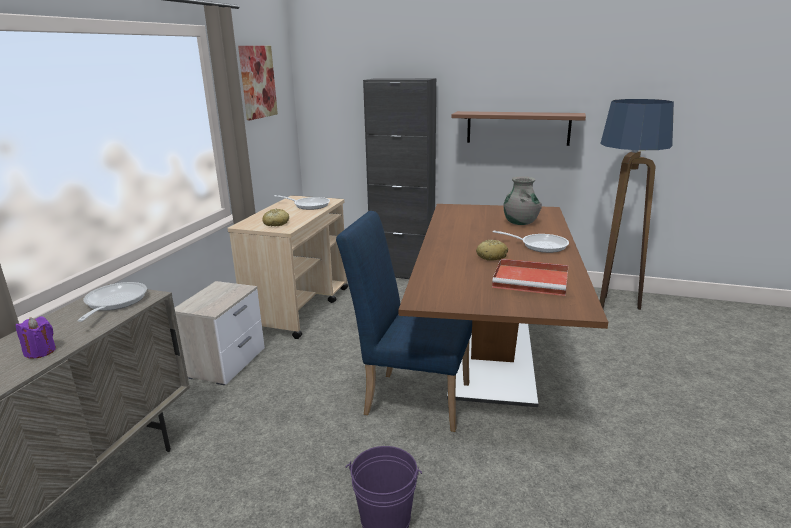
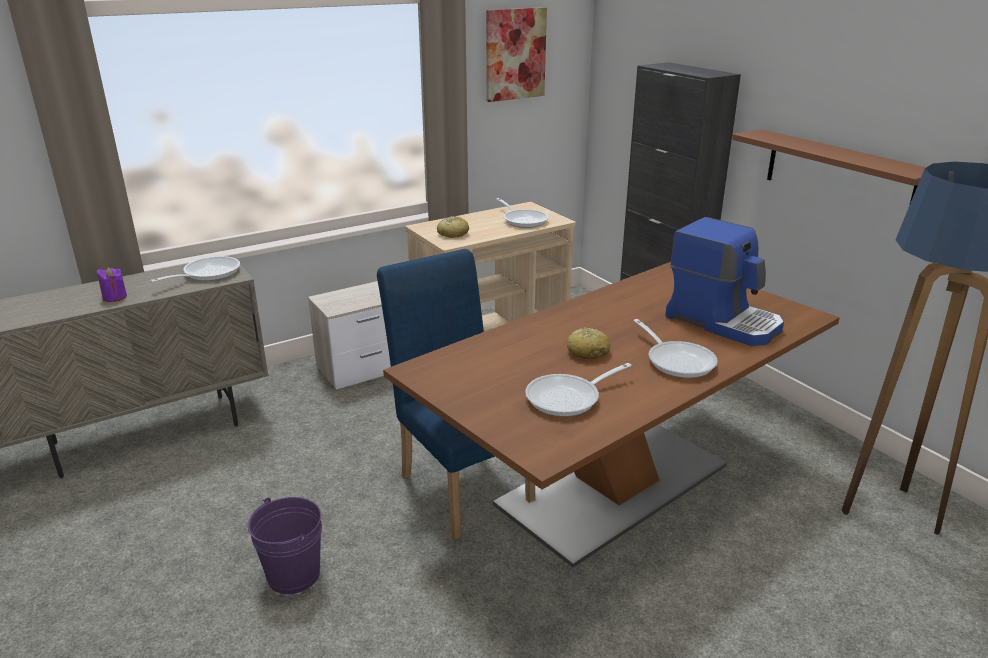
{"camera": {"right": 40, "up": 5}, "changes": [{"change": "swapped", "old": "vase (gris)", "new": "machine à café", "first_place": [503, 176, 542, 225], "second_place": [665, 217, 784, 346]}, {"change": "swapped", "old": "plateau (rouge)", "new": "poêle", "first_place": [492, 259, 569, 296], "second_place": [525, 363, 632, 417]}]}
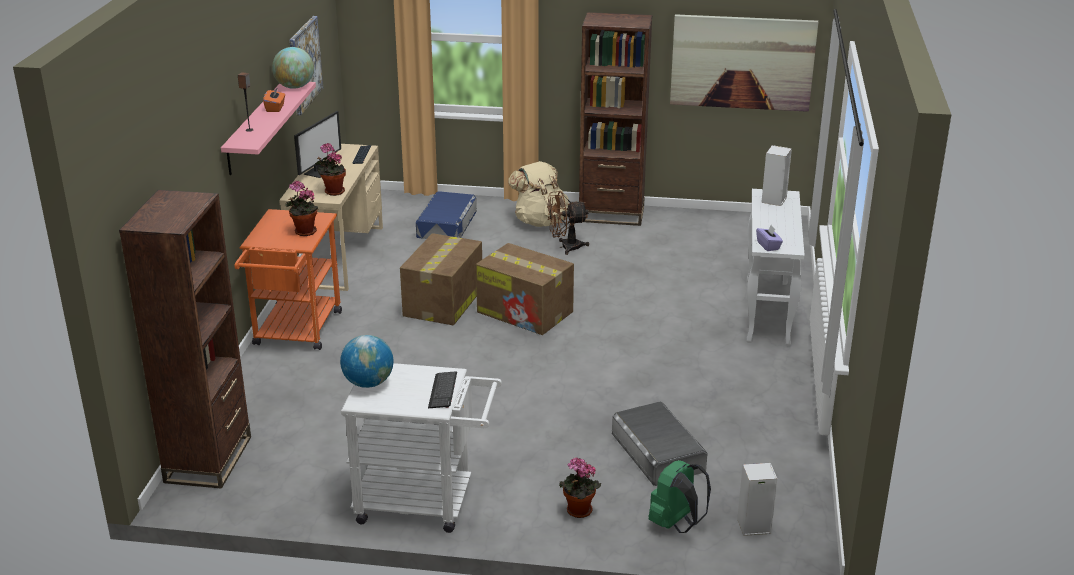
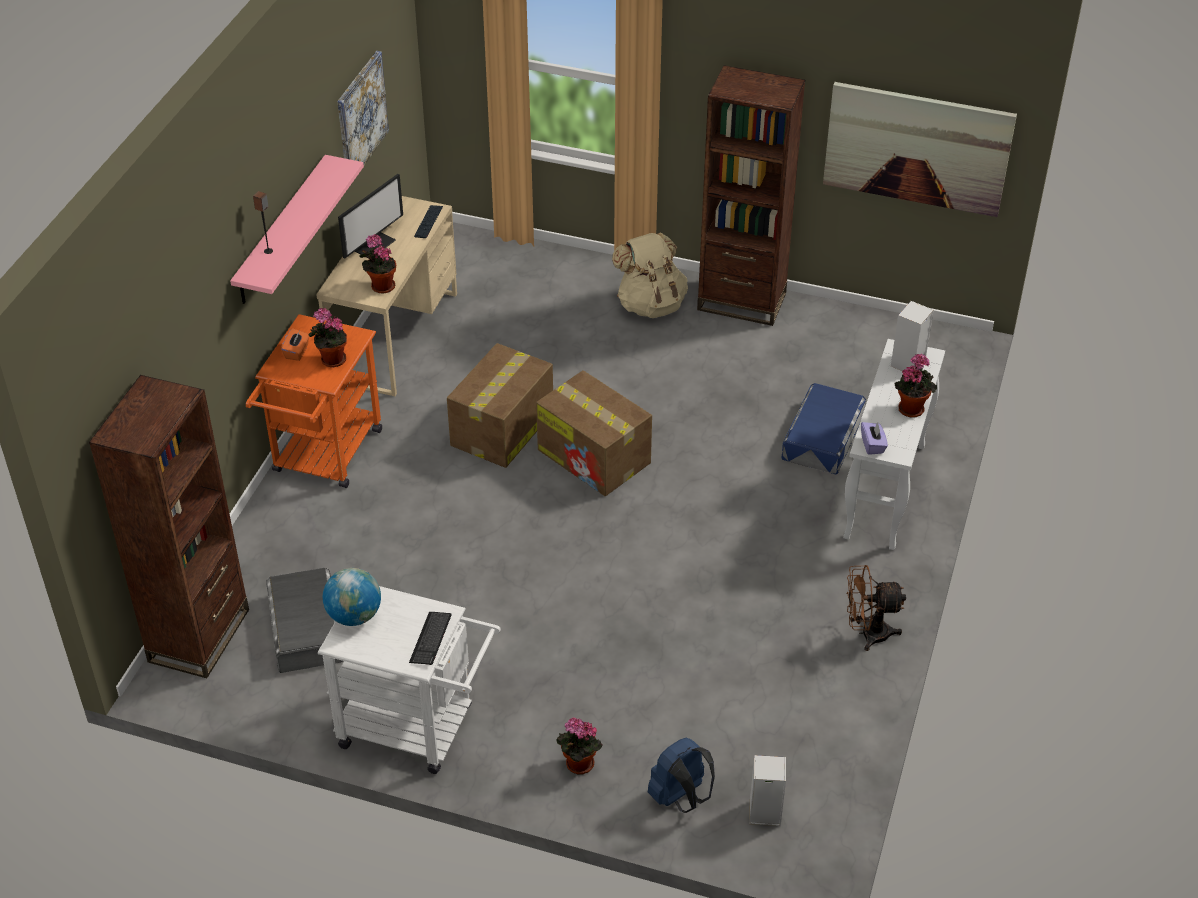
{"camera": {"right": 10, "up": 15}, "changes": [{"change": "gone", "old": "globe", "first_place": [272, 47, 314, 89]}, {"change": "shifted", "old": "boîte à mouchoirs (orange)", "first_place": [263, 87, 285, 112], "second_place": [281, 328, 309, 361]}, {"change": "shifted", "old": "boîte de rangement (bleu)", "first_place": [416, 191, 476, 239], "second_place": [781, 383, 866, 475]}, {"change": "shifted", "old": "ventilateur (marron)", "first_place": [547, 191, 589, 255], "second_place": [846, 565, 906, 651]}, {"change": "shifted", "old": "boîte de rangement (gris)", "first_place": [612, 402, 708, 486], "second_place": [266, 568, 343, 673]}, {"change": "repainted", "old": "sac à dos (vert)", "new": "sac à dos (bleu)", "first_place": [648, 460, 711, 533], "second_place": [648, 738, 715, 813]}, {"change": "new", "new": "plante en pot", "second_place": [894, 353, 937, 418]}]}
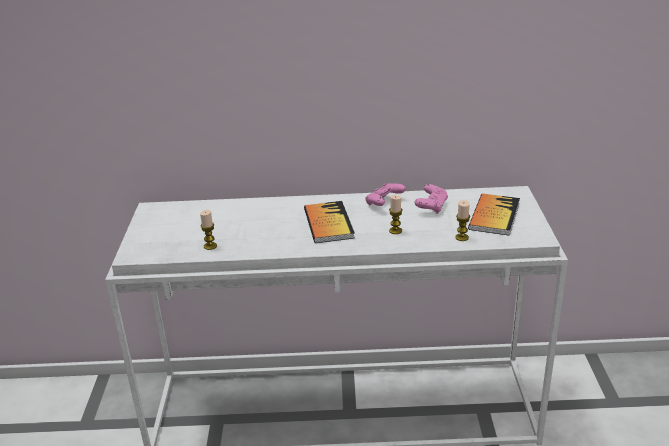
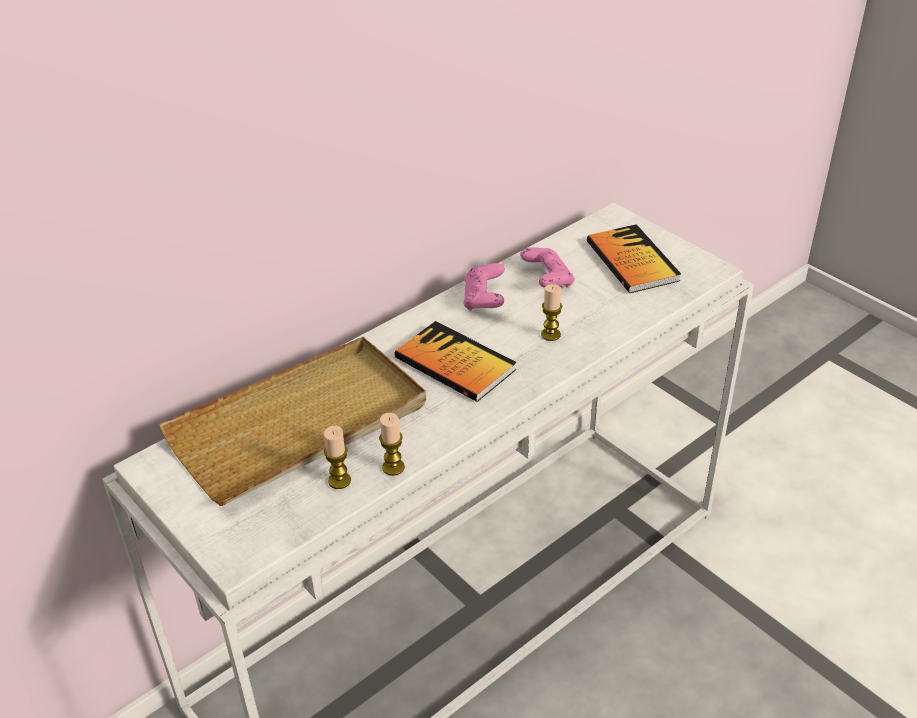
{"camera": {"right": -40, "up": 10}, "changes": [{"change": "shifted", "old": "bougie", "first_place": [455, 200, 470, 241], "second_place": [379, 413, 405, 476]}, {"change": "new", "new": "plateau (beige)", "second_place": [159, 337, 426, 506]}]}
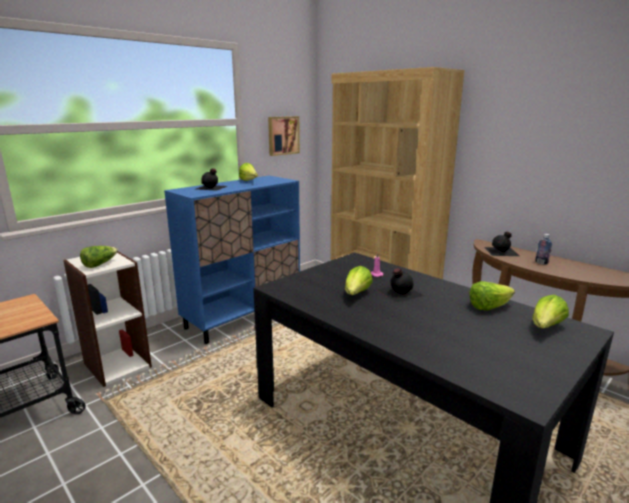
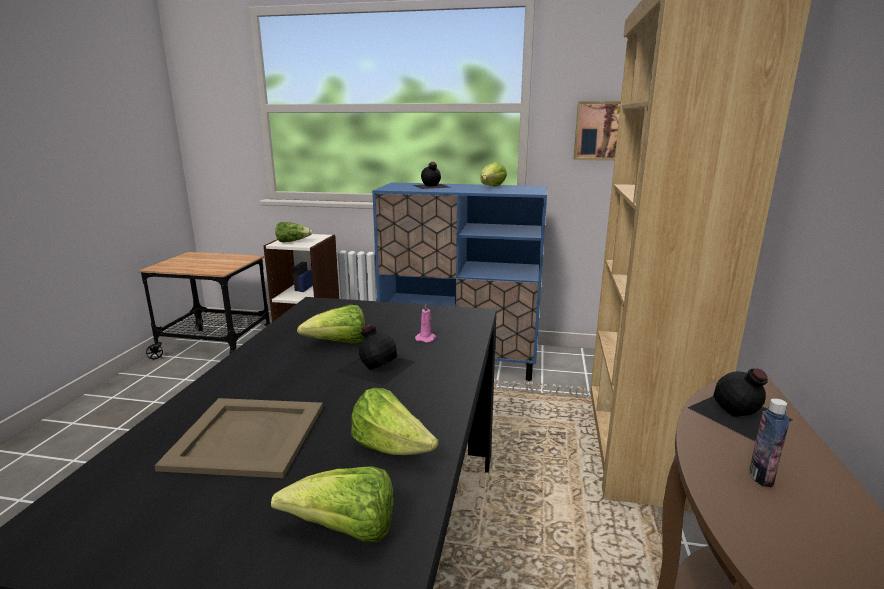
{"camera": {"right": 55, "up": 0}, "changes": [{"change": "new", "new": "plateau (beige)", "second_place": [154, 398, 323, 478]}]}
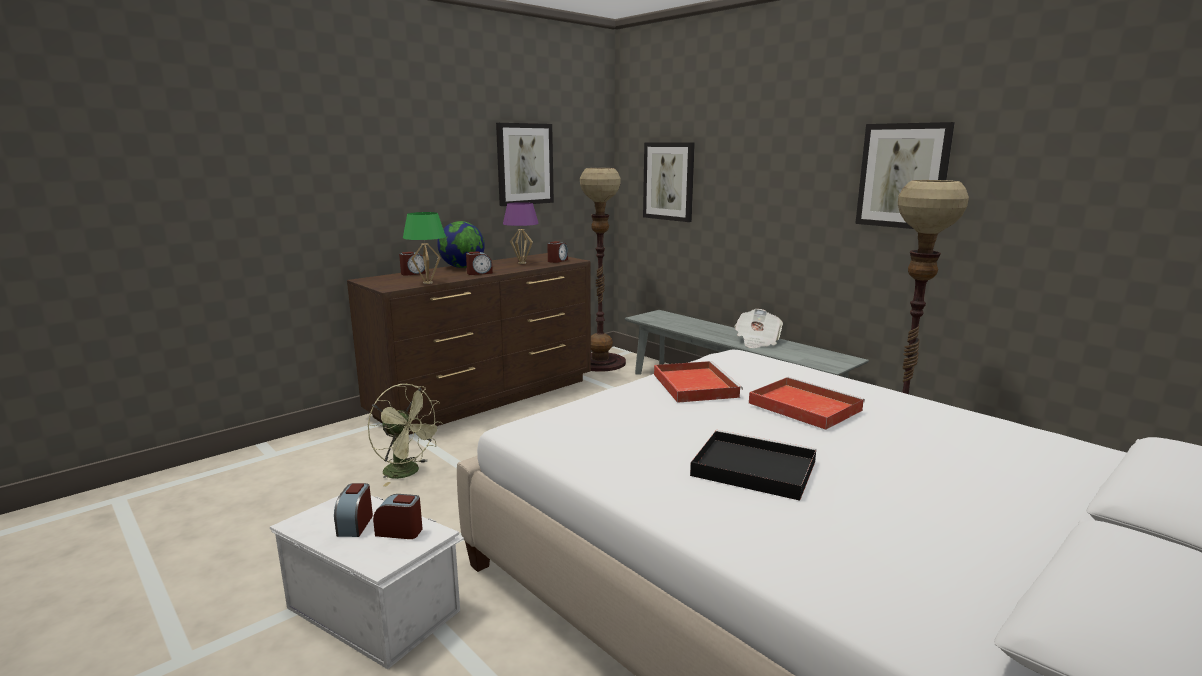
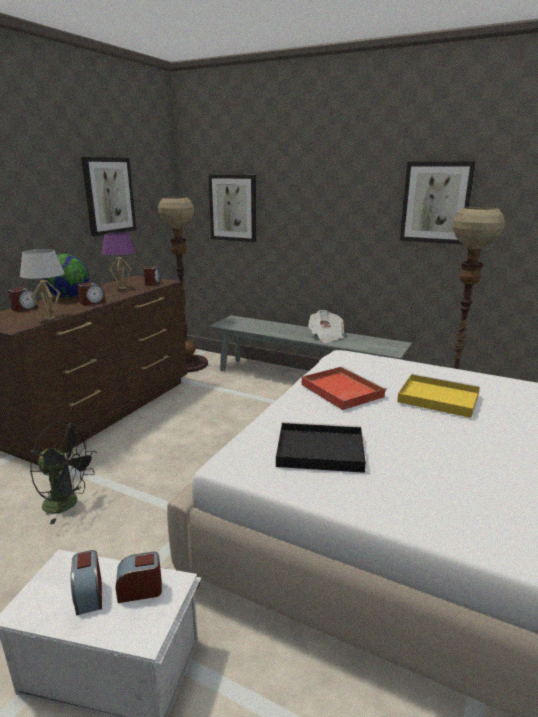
{"camera": {"right": -20, "up": 5}, "changes": [{"change": "repainted", "old": "lampe de table (vert)", "new": "lampe de table (blanc)", "first_place": [403, 212, 446, 284], "second_place": [20, 249, 64, 320]}, {"change": "repainted", "old": "plateau (rouge)", "new": "plateau (jaune)", "first_place": [749, 377, 865, 430], "second_place": [397, 374, 480, 418]}, {"change": "repainted", "old": "ventilateur (vert)", "new": "ventilateur (noir)", "first_place": [368, 384, 443, 486], "second_place": [30, 422, 97, 524]}, {"change": "shifted", "old": "plateau (noir)", "first_place": [690, 430, 816, 501], "second_place": [276, 422, 366, 473]}]}
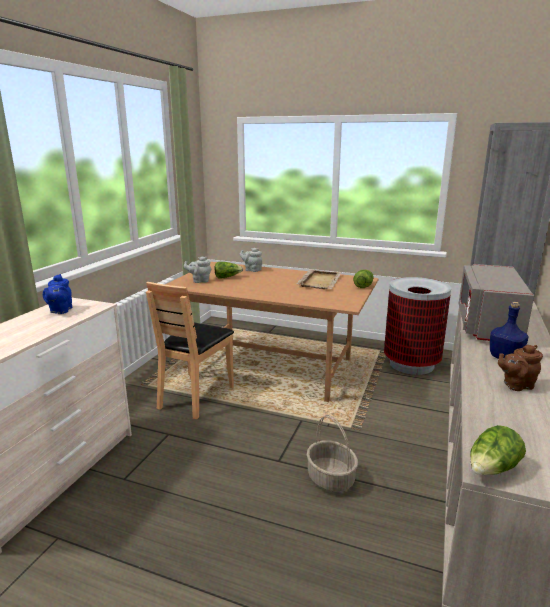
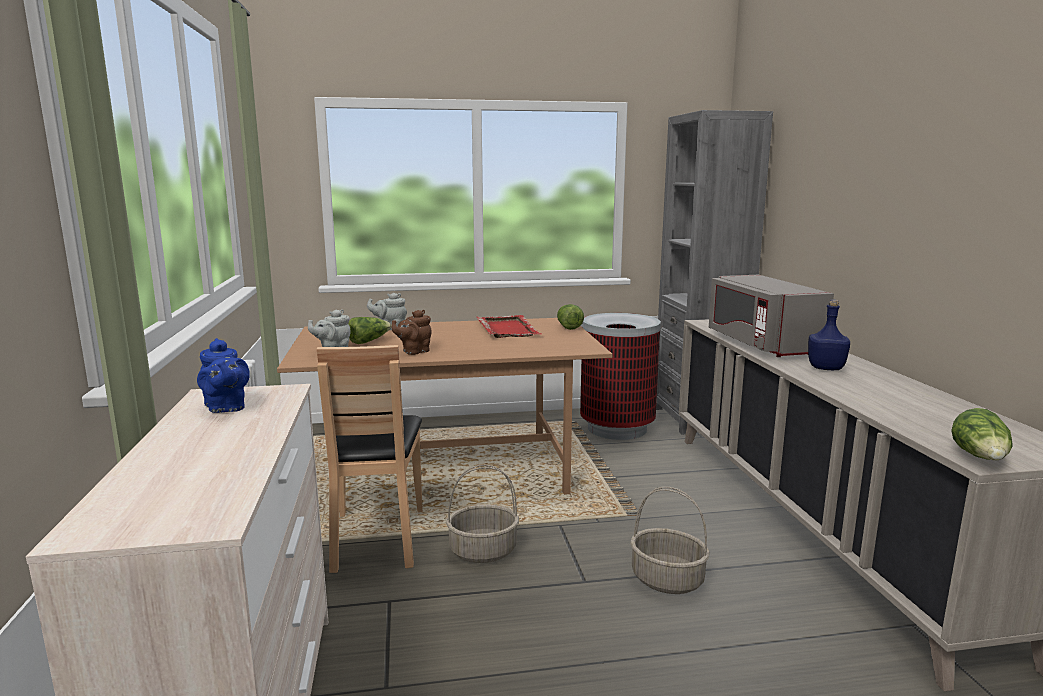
{"camera": {"right": -30, "up": -5}, "changes": [{"change": "repainted", "old": "plateau (beige)", "new": "plateau (rouge)", "first_place": [296, 269, 342, 289], "second_place": [477, 315, 541, 338]}, {"change": "shifted", "old": "théière (marron)", "first_place": [498, 345, 543, 391], "second_place": [392, 310, 432, 355]}, {"change": "new", "new": "panier", "second_place": [446, 465, 519, 563]}]}
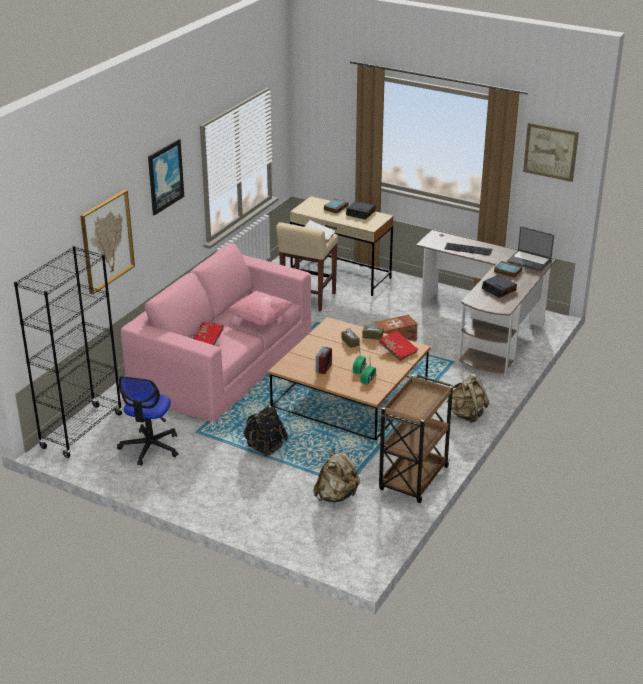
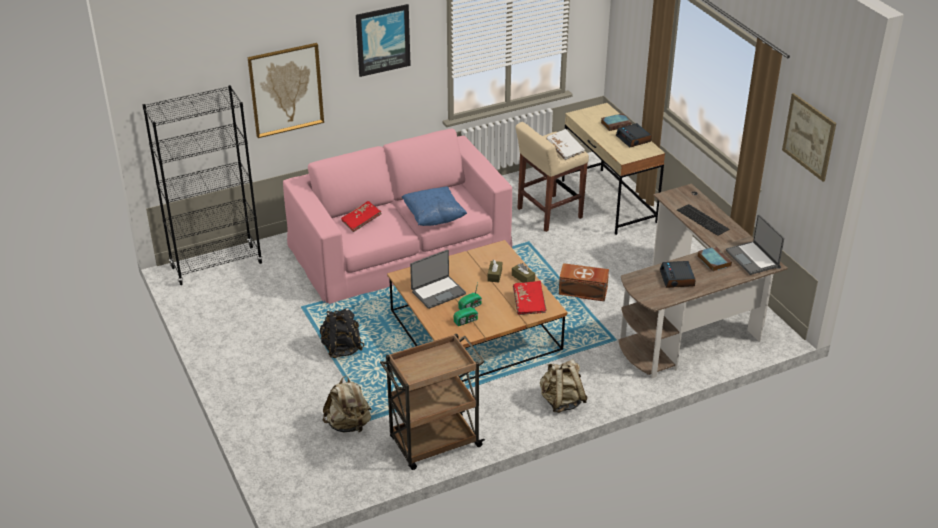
{"camera": {"right": 35, "up": 5}, "changes": [{"change": "repainted", "old": "coussin (rose)", "new": "coussin (bleu)", "first_place": [228, 291, 292, 325], "second_place": [402, 186, 467, 226]}, {"change": "swapped", "old": "réveil", "new": "ordinateur portable", "first_place": [316, 346, 332, 374], "second_place": [410, 250, 466, 309]}, {"change": "gone", "old": "chaise de bureau", "first_place": [117, 376, 178, 466]}]}
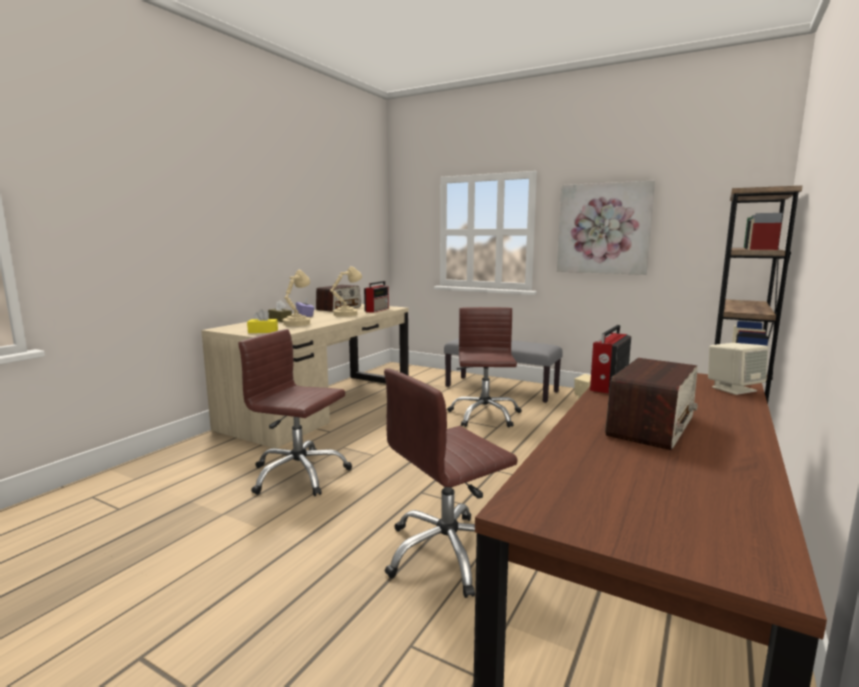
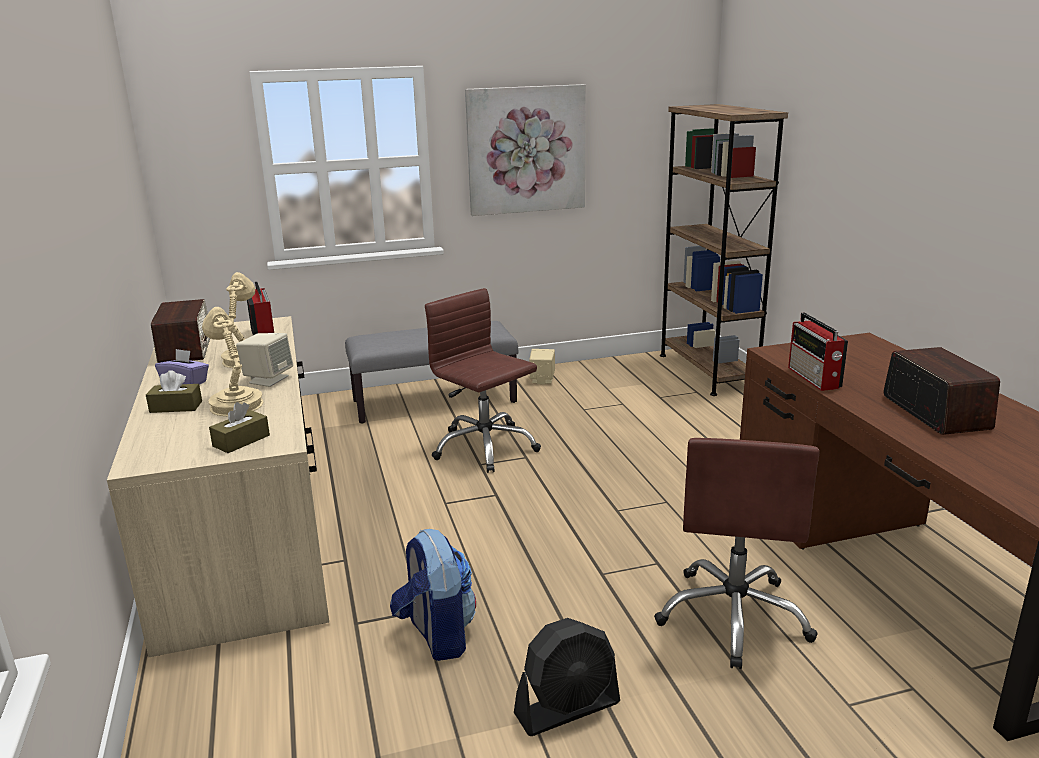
{"camera": {"right": -45, "up": 10}, "changes": [{"change": "repainted", "old": "boîte à mouchoirs (jaune)", "new": "boîte à mouchoirs (marron)", "first_place": [247, 309, 278, 333], "second_place": [209, 402, 270, 453]}, {"change": "swapped", "old": "chaise de bureau (marron)", "new": "sac à dos", "first_place": [238, 329, 352, 496], "second_place": [390, 529, 476, 661]}, {"change": "shifted", "old": "enceinte (beige)", "first_place": [708, 343, 768, 395], "second_place": [236, 333, 293, 387]}, {"change": "new", "new": "ventilateur (noir)", "second_place": [514, 618, 620, 736]}]}
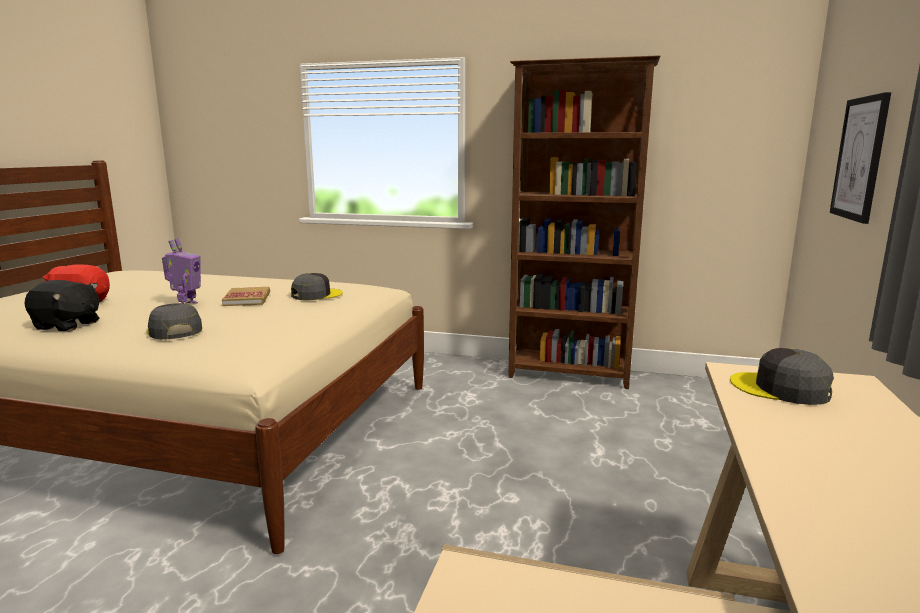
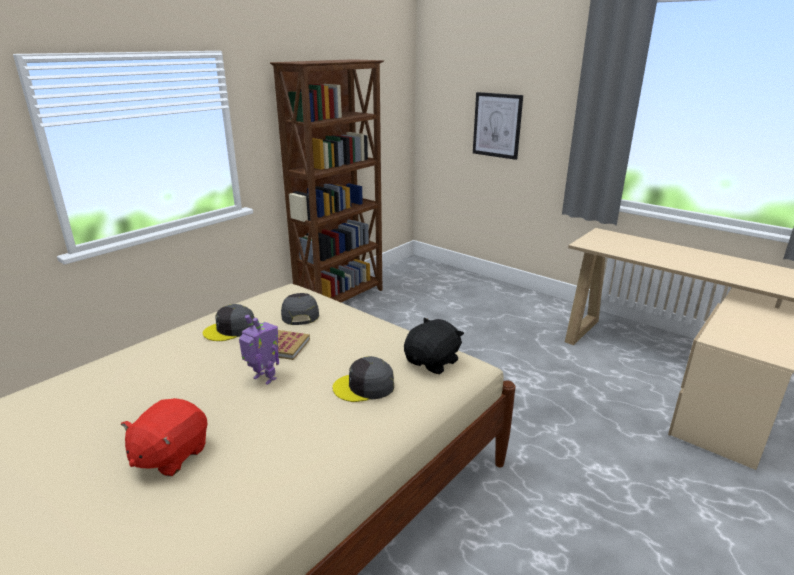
{"camera": {"right": -65, "up": 10}, "changes": [{"change": "shifted", "old": "peluche (noir)", "first_place": [24, 280, 99, 331], "second_place": [404, 318, 464, 374]}, {"change": "shifted", "old": "casquette (gris)", "first_place": [730, 348, 834, 405], "second_place": [203, 304, 255, 341]}]}
